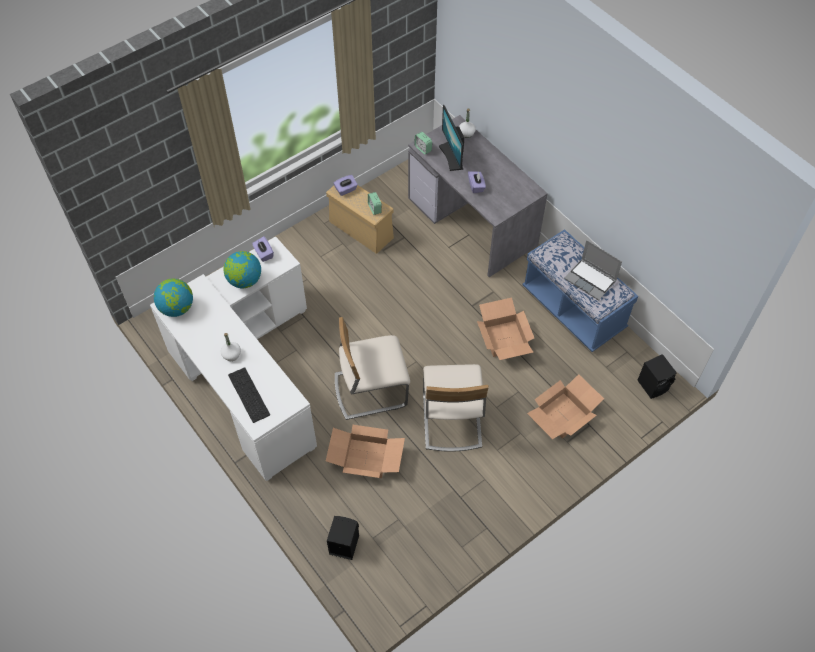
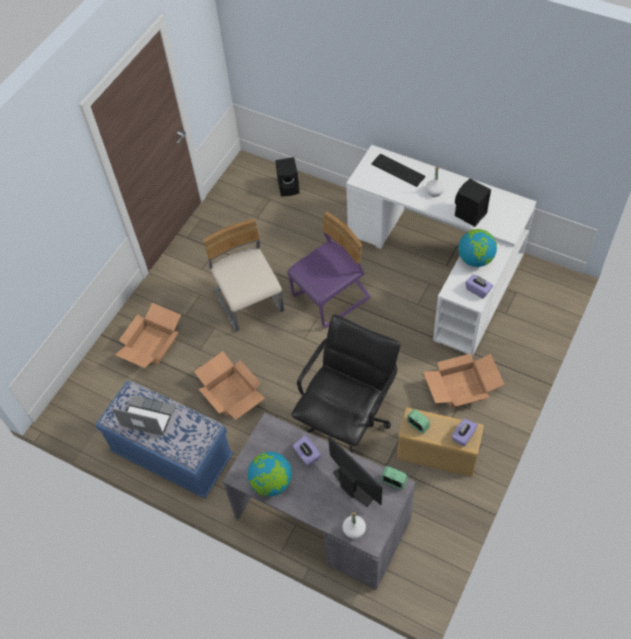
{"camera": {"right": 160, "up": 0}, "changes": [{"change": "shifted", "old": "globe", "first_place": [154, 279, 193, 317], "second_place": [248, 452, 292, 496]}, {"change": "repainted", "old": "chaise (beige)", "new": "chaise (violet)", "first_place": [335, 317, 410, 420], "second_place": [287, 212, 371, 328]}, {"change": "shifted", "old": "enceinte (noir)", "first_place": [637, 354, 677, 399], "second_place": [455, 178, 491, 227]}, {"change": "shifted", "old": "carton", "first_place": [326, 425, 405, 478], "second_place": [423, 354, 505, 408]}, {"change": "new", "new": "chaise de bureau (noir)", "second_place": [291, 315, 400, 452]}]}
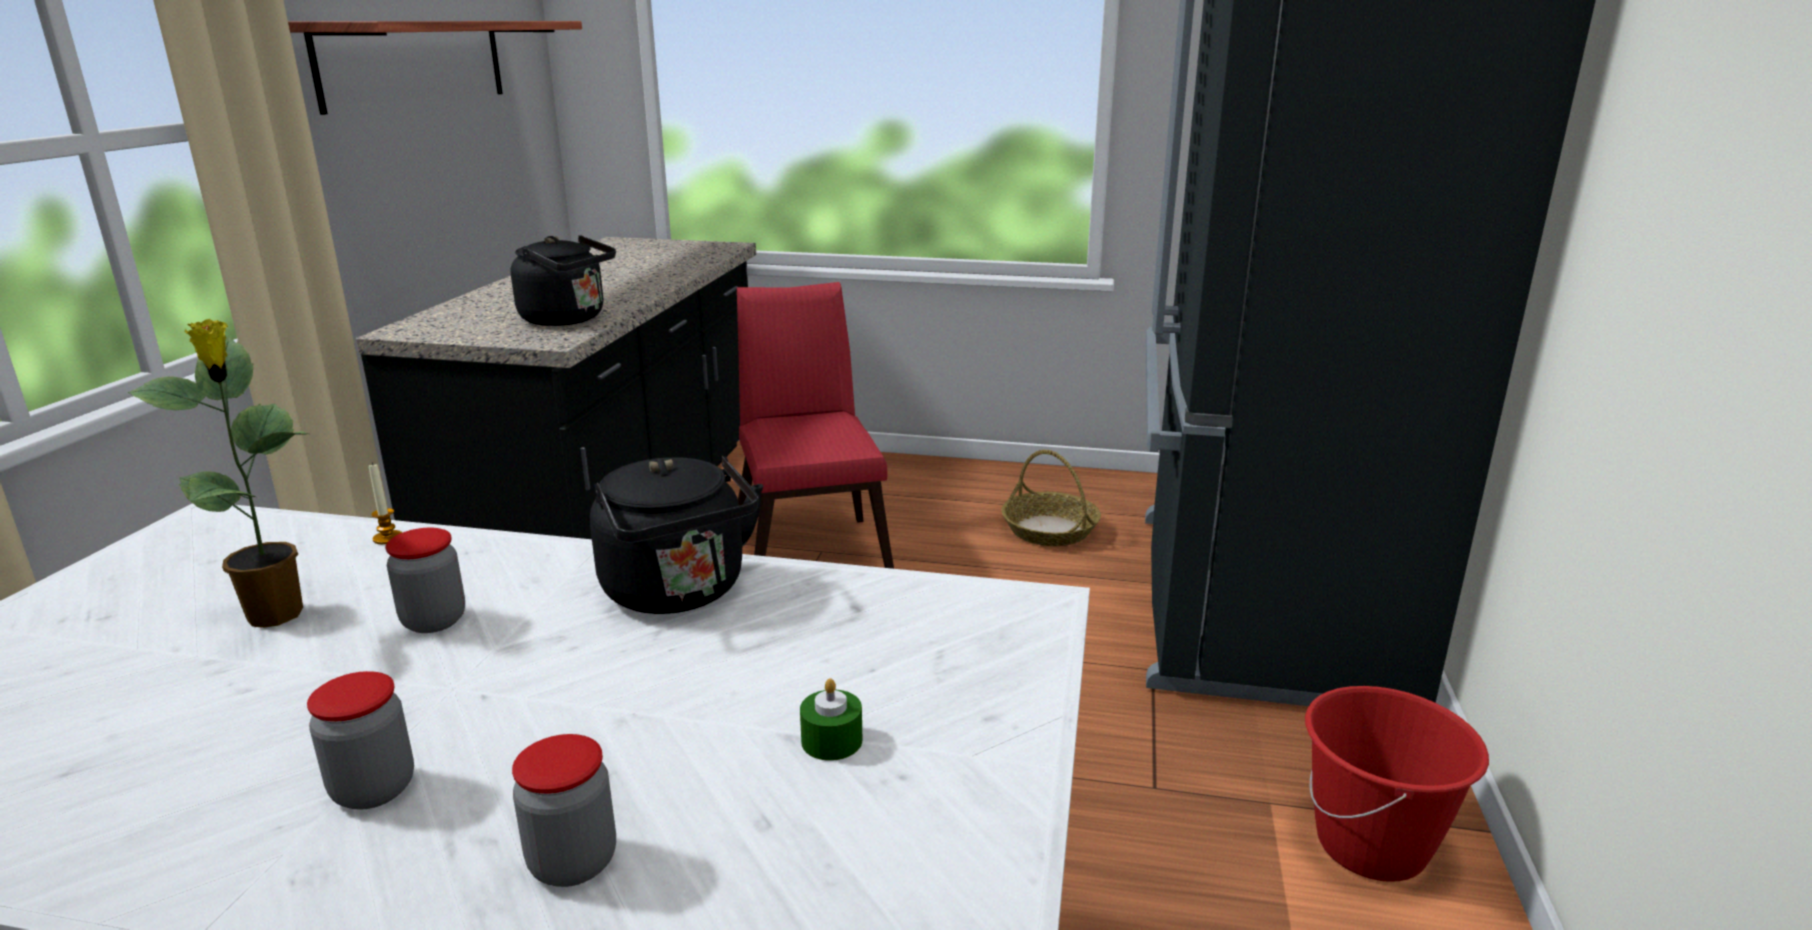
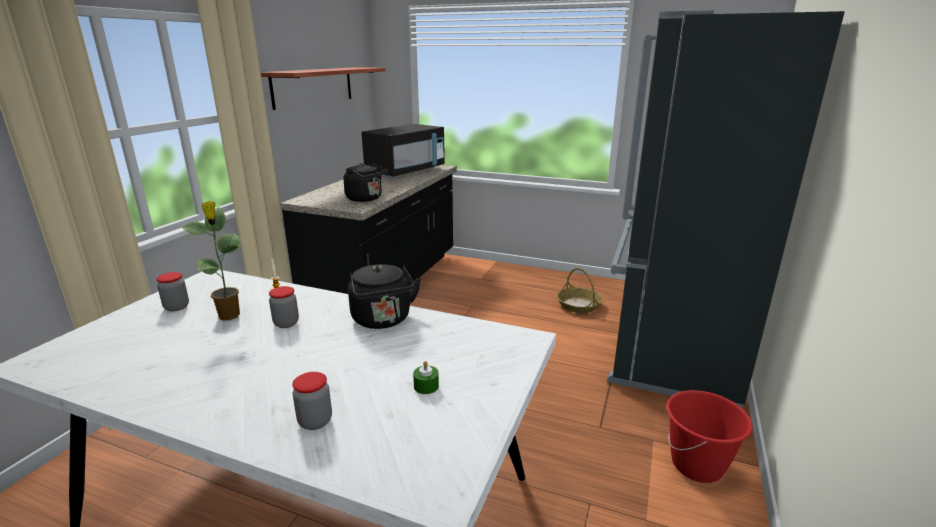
{"camera": {"right": 10, "up": 0}, "changes": [{"change": "gone", "old": "chaise (rouge)", "first_place": [737, 282, 894, 569]}, {"change": "shifted", "old": "bocal", "first_place": [307, 671, 414, 810], "second_place": [157, 272, 189, 311]}, {"change": "new", "new": "micro-ondes (noir)", "second_place": [361, 124, 445, 179]}]}
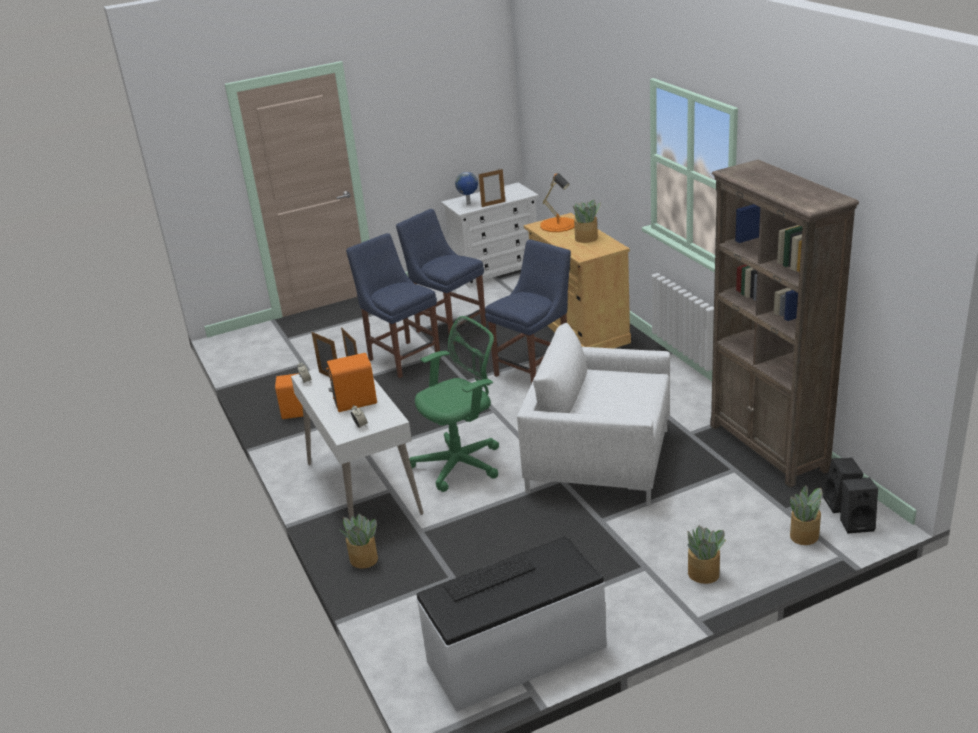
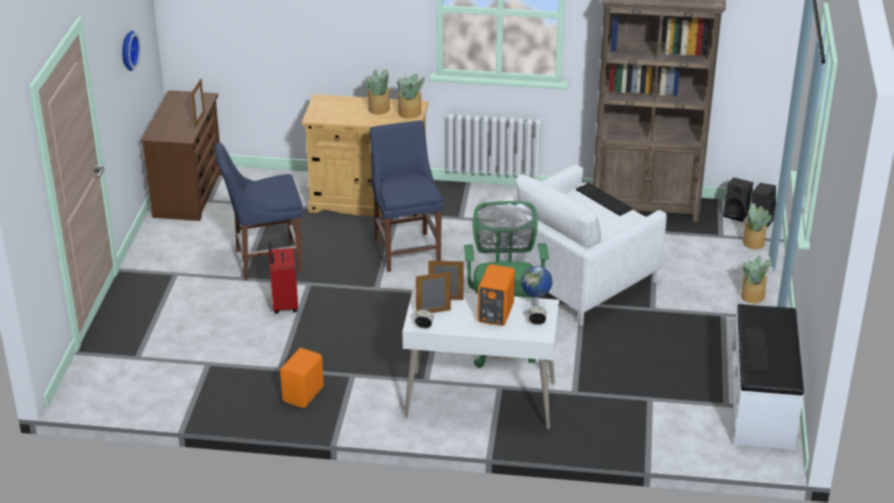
{"camera": {"right": -60, "up": 5}, "changes": [{"change": "shifted", "old": "globe", "first_place": [455, 172, 478, 205], "second_place": [521, 266, 552, 307]}, {"change": "gone", "old": "lampe de table (orange)", "first_place": [540, 173, 574, 232]}, {"change": "repainted", "old": "commode (blanc)", "new": "commode (marron)", "first_place": [441, 183, 539, 288], "second_place": [141, 90, 221, 221]}, {"change": "swapped", "old": "chaise (bleu)", "new": "valise (rouge)", "first_place": [346, 233, 441, 378], "second_place": [269, 241, 298, 314]}, {"change": "shifted", "old": "plante en pot", "first_place": [339, 514, 378, 568], "second_place": [397, 74, 425, 118]}, {"change": "new", "new": "horloge murale", "second_place": [122, 31, 140, 71]}, {"change": "new", "new": "clavier", "second_place": [576, 183, 633, 216]}]}
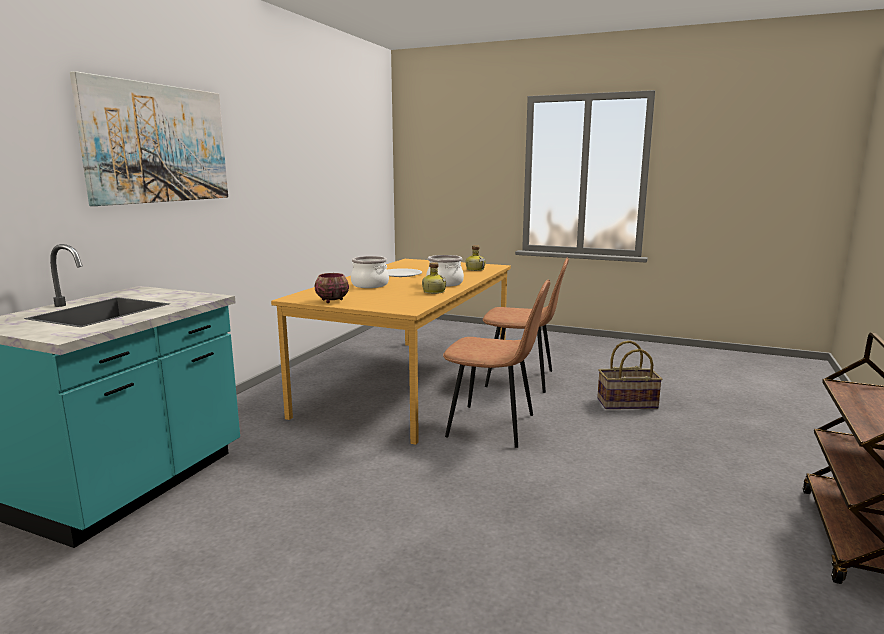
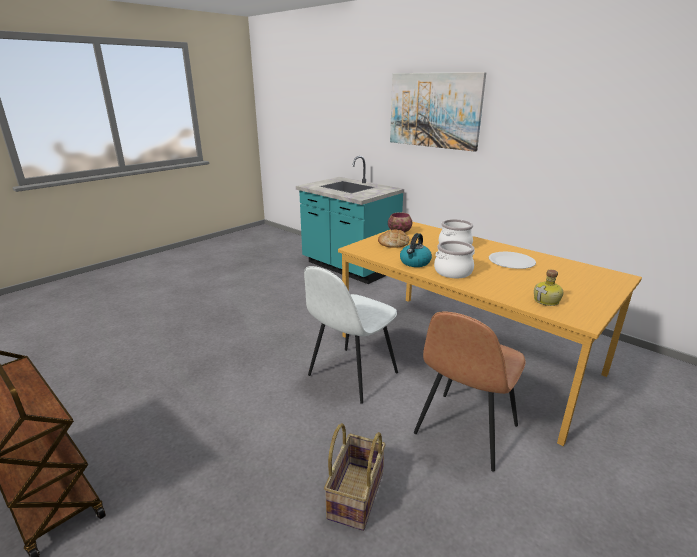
{"camera": {"right": 110, "up": 10}, "changes": [{"change": "swapped", "old": "bouteille", "new": "bouilloire", "first_place": [422, 262, 446, 294], "second_place": [400, 233, 432, 267]}, {"change": "repainted", "old": "chaise (marron)", "new": "chaise (blanc)", "first_place": [443, 280, 550, 448], "second_place": [304, 266, 398, 404]}, {"change": "new", "new": "pain", "second_place": [378, 229, 409, 248]}]}
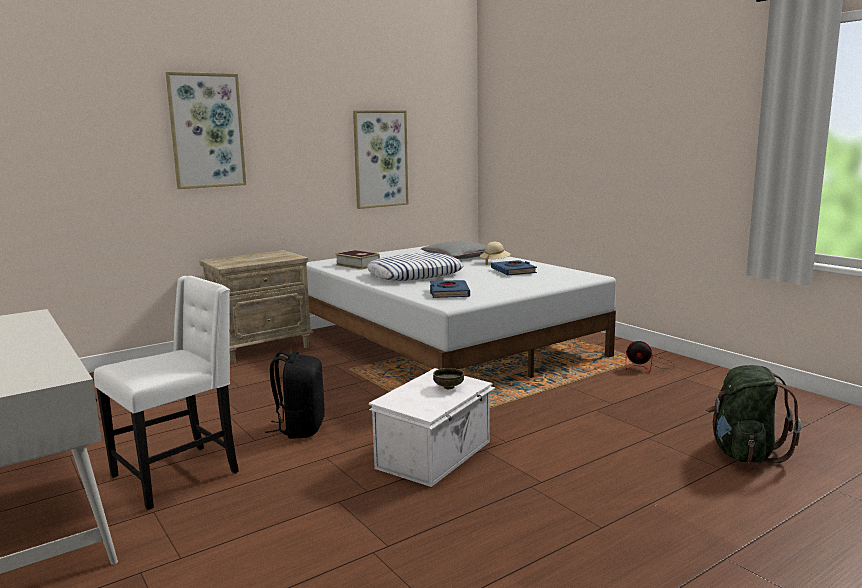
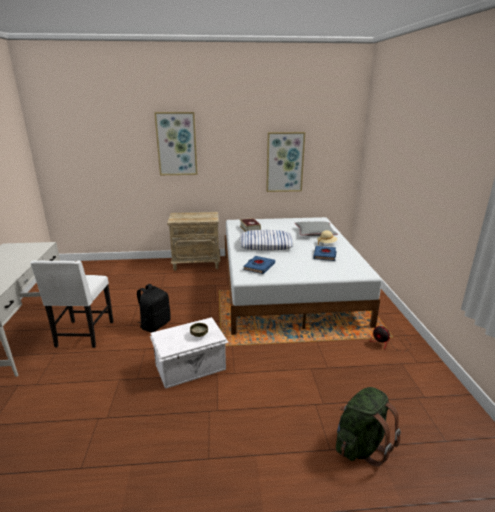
{"camera": {"right": 30, "up": 10}, "changes": [{"change": "rotated", "old": "chaise (blanc)", "first_place": [94, 276, 239, 510], "second_place": [30, 260, 114, 348], "degrees": 105}]}
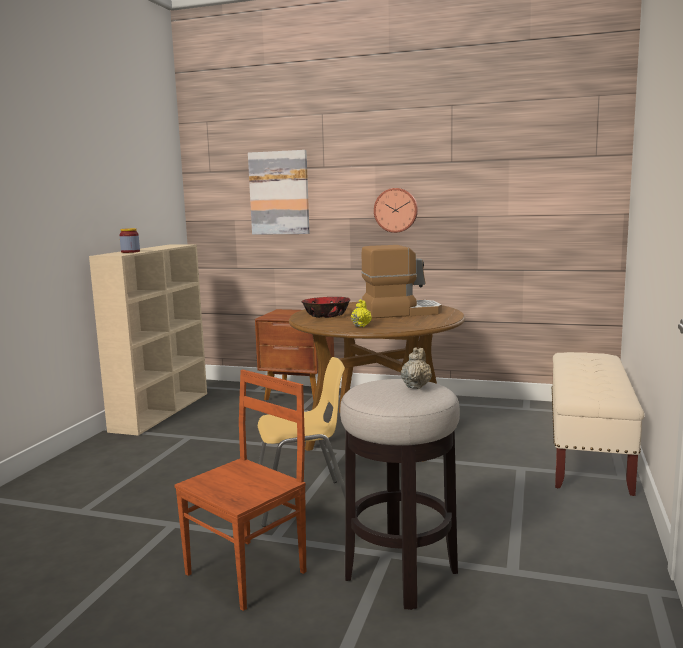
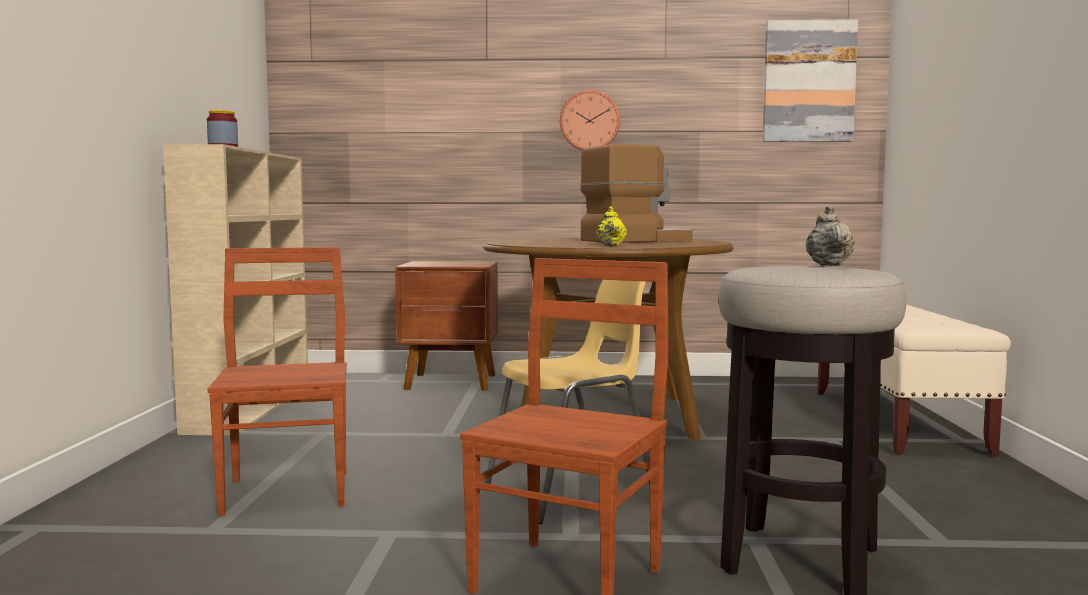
{"camera": {"right": -15, "up": -5}, "changes": [{"change": "shifted", "old": "tableau", "first_place": [248, 150, 309, 235], "second_place": [763, 19, 858, 142]}, {"change": "gone", "old": "bol", "first_place": [302, 297, 350, 318]}, {"change": "new", "new": "chaise (marron)", "second_place": [208, 247, 347, 516]}]}
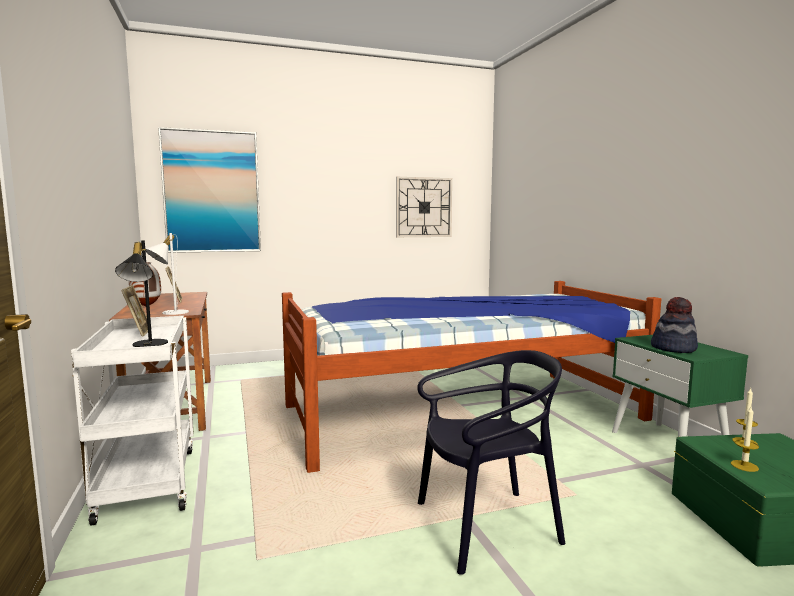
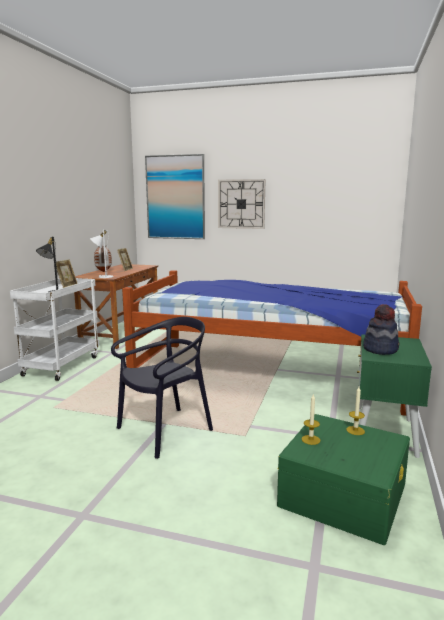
{"camera": {"right": 35, "up": 5}, "changes": [{"change": "shifted", "old": "horloge murale", "first_place": [396, 177, 452, 237], "second_place": [218, 179, 266, 229]}, {"change": "rotated", "old": "chaise (noir)", "first_place": [417, 350, 565, 575], "second_place": [111, 317, 213, 459], "degrees": -60}]}
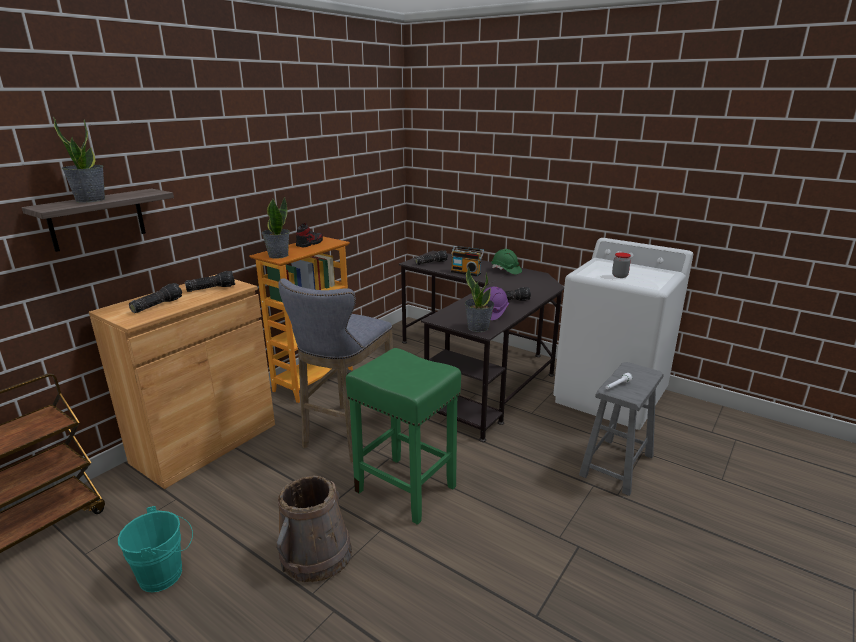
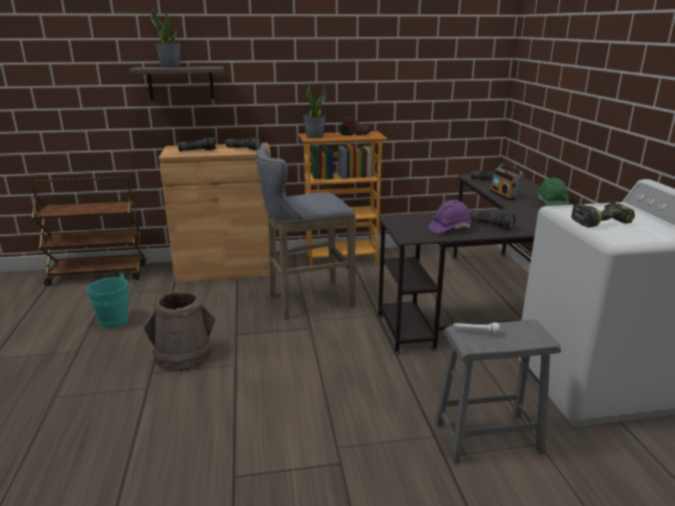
{"camera": {"right": 45, "up": 0}, "changes": [{"change": "swapped", "old": "bocal", "new": "perceuse", "first_place": [612, 252, 631, 278], "second_place": [571, 202, 635, 227]}, {"change": "gone", "old": "plante en pot", "first_place": [465, 267, 494, 332]}, {"change": "gone", "old": "tabouret (vert)", "first_place": [346, 348, 461, 525]}]}
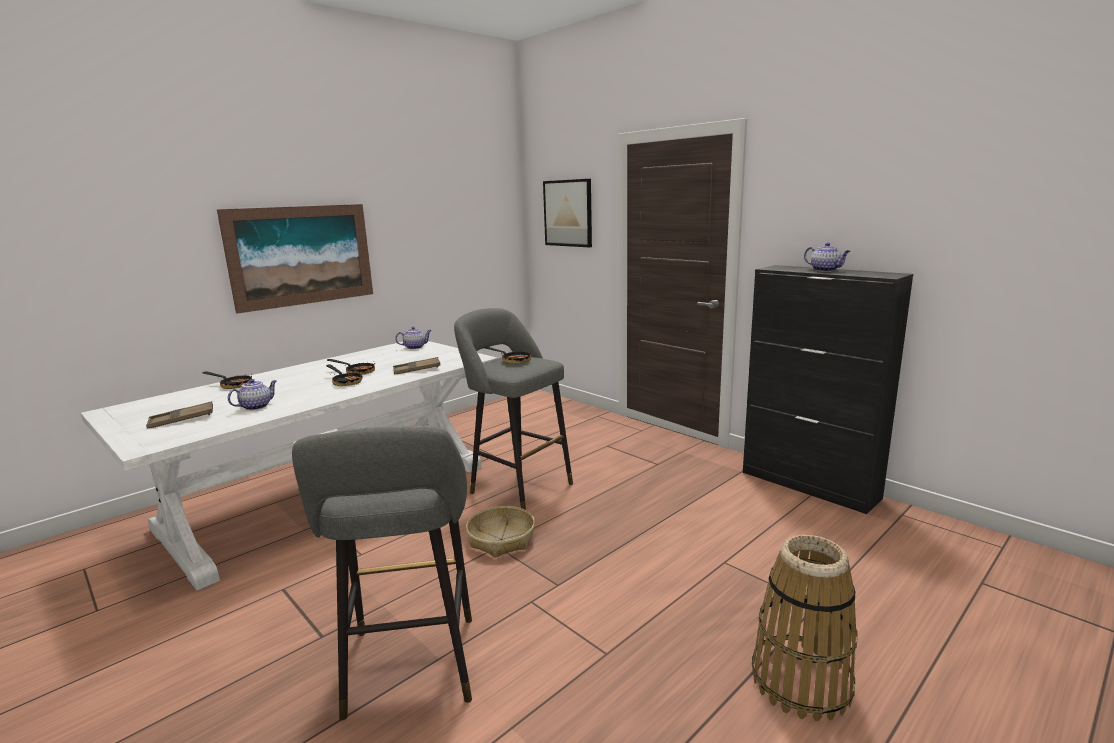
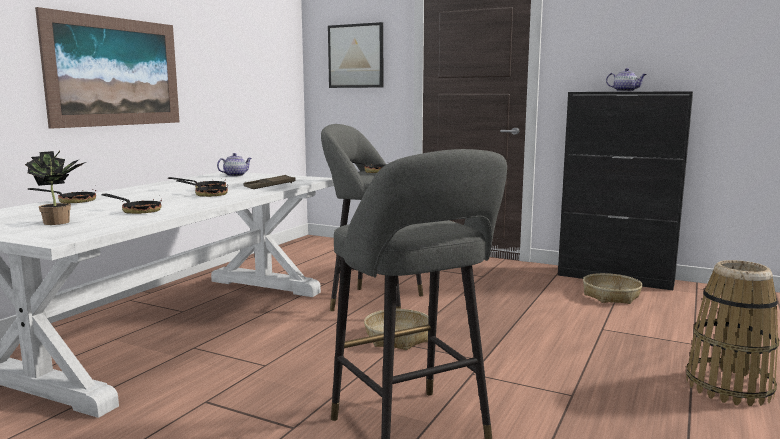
{"camera": {"right": -20, "up": -5}, "changes": [{"change": "swapped", "old": "théière", "new": "poêle", "first_place": [228, 379, 277, 410], "second_place": [102, 194, 162, 214]}, {"change": "swapped", "old": "plateau (marron)", "new": "plante en pot", "first_place": [146, 401, 213, 428], "second_place": [25, 151, 86, 225]}, {"change": "new", "new": "panier", "second_place": [583, 273, 643, 304]}]}
